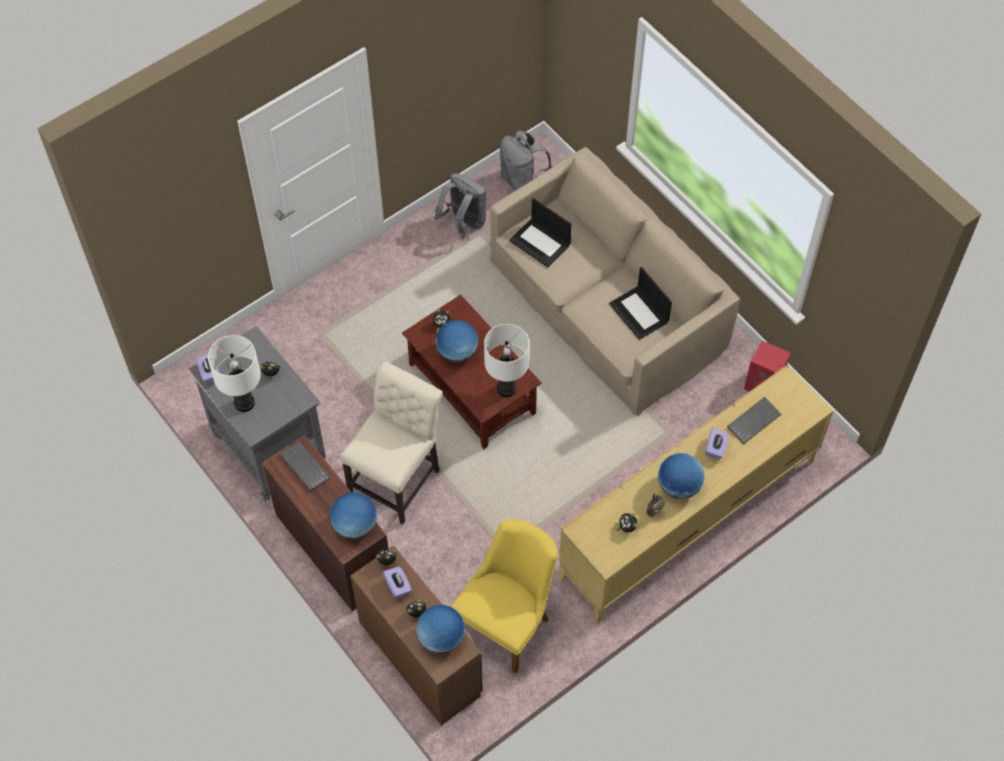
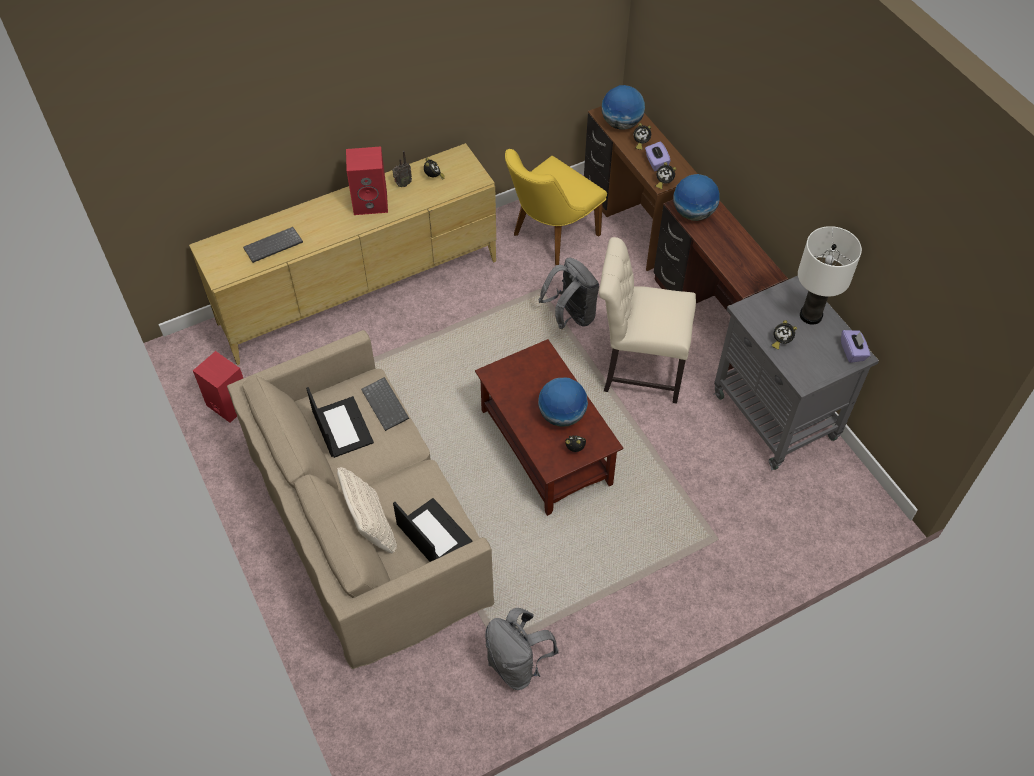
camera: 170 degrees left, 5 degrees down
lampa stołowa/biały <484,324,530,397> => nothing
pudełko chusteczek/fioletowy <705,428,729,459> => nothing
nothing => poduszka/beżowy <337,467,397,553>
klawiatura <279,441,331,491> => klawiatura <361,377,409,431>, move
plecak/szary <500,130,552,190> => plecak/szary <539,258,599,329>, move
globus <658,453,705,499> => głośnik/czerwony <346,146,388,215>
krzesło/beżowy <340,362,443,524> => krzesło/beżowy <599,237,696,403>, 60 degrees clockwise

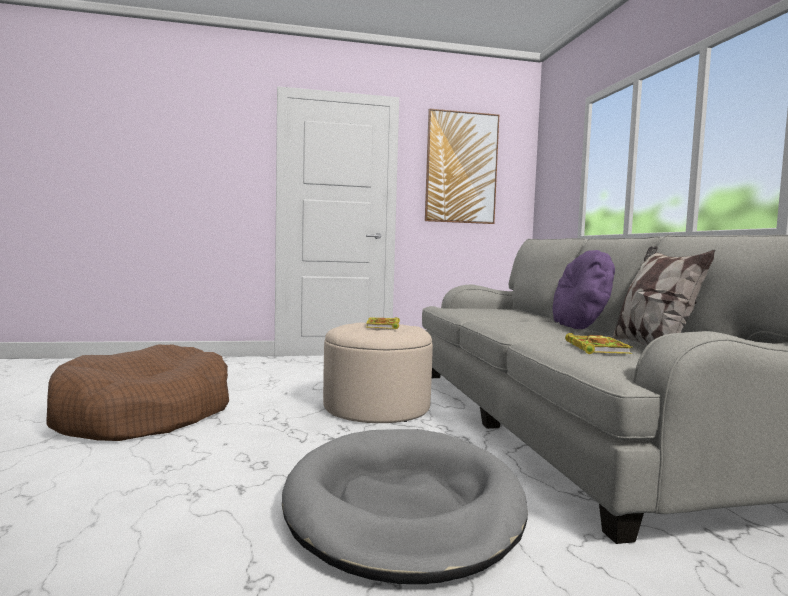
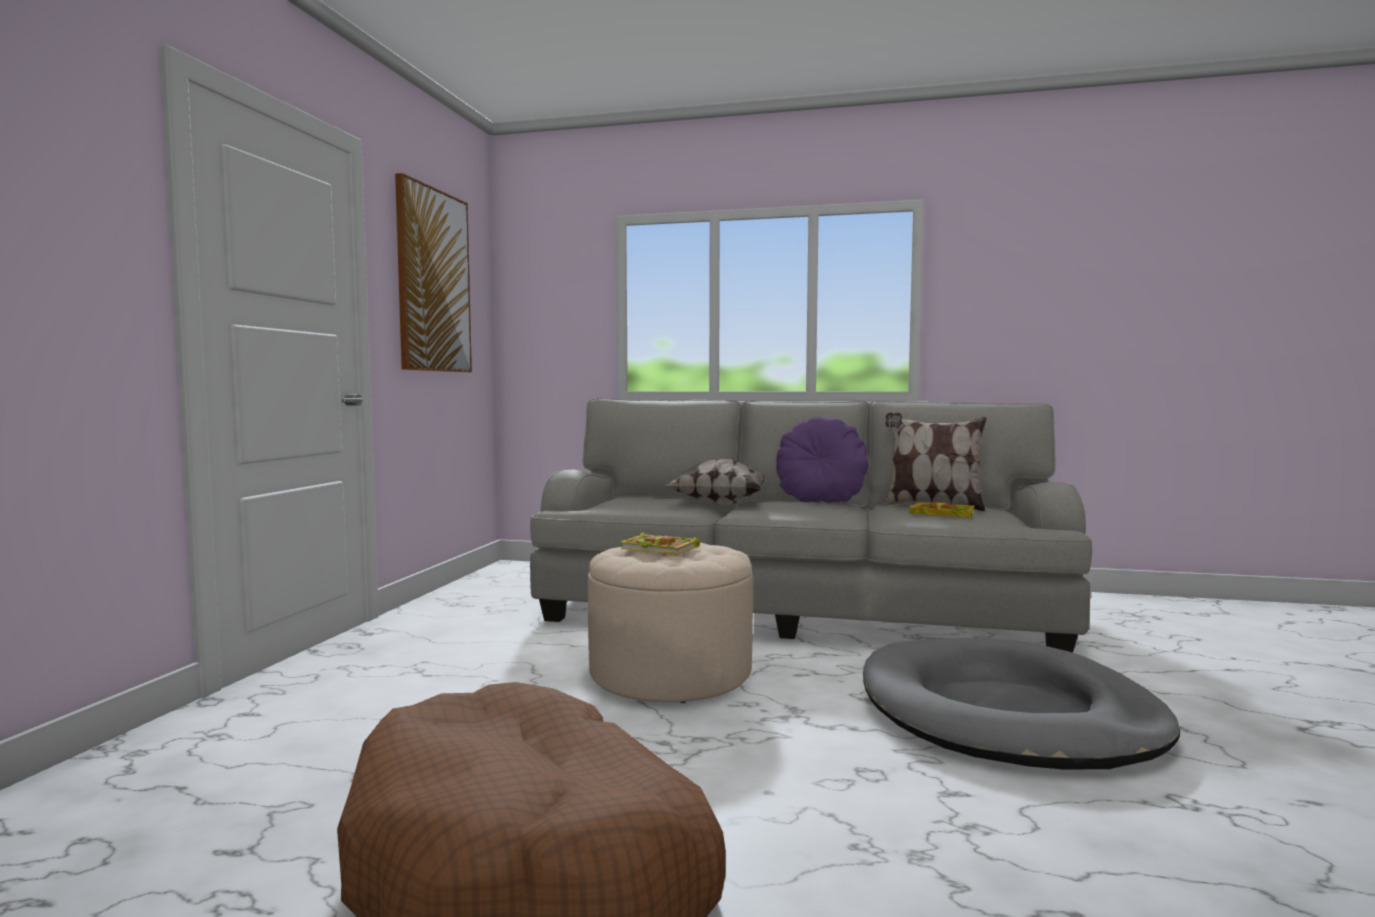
camera: 65 degrees left, 0 degrees up
nothing => poduszka <666,458,765,505>

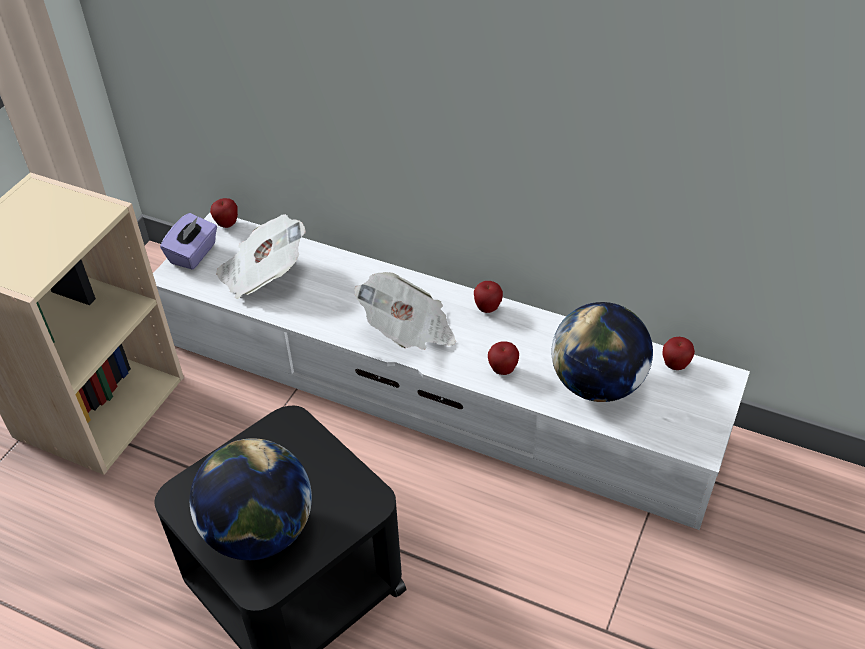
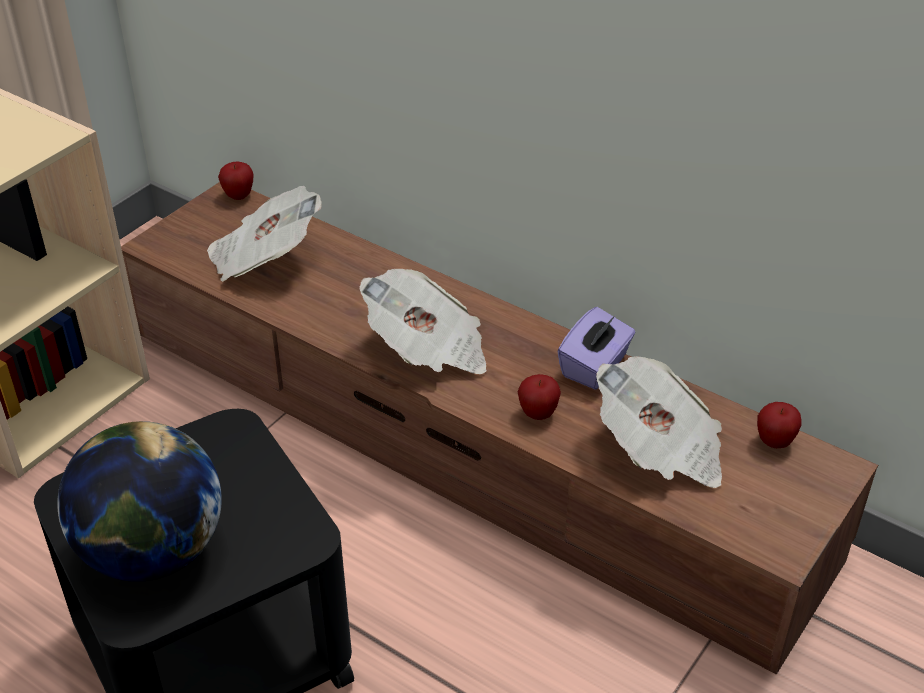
camera: 10 degrees right, 5 degrees down
jabłko <474,281,503,313> => nothing
pudełko chusteczek/fioletowy <160,213,217,270> => pudełko chusteczek/fioletowy <557,307,636,389>, move
globus <552,302,653,402> => gazeta <596,356,722,488>
szafka pod telewizor/biały <153,213,750,530> => szafka pod telewizor/brązowy <121,182,878,675>

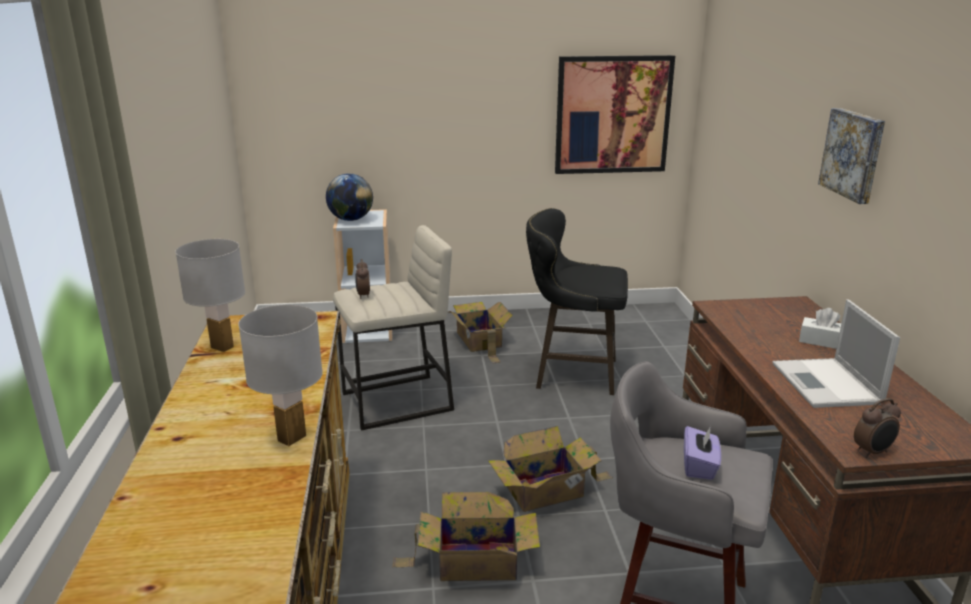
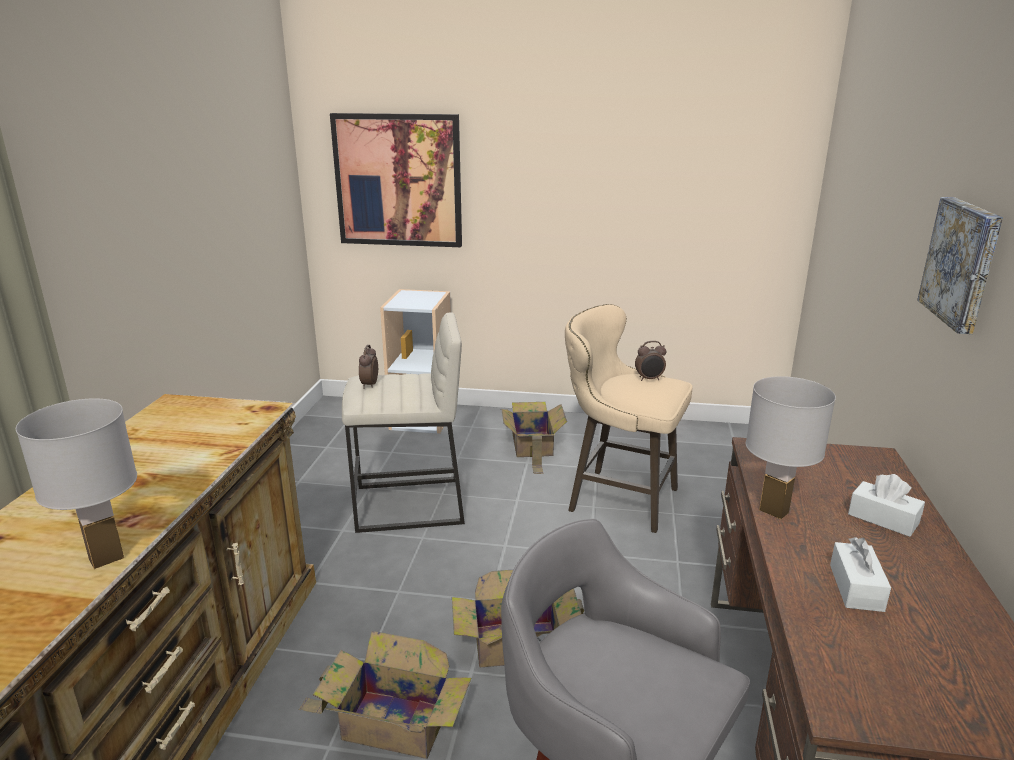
camera: 15 degrees right, 0 degrees up
globus <326,174,373,221> => nothing
pudełko chusteczek/fioletowy <684,426,721,480> => nothing
lampa stołowa/biały <175,239,245,352> => lampa stołowa/biały <746,376,836,519>, move
obraz <555,55,675,174> => obraz <330,113,462,247>, move
budzik <854,398,901,458> => budzik <635,341,667,381>, move
laptop <772,299,900,408> => pudełko chusteczek/biały <830,537,891,612>
stołek/czarny <526,208,628,395> => stołek/beżowy <565,304,693,533>

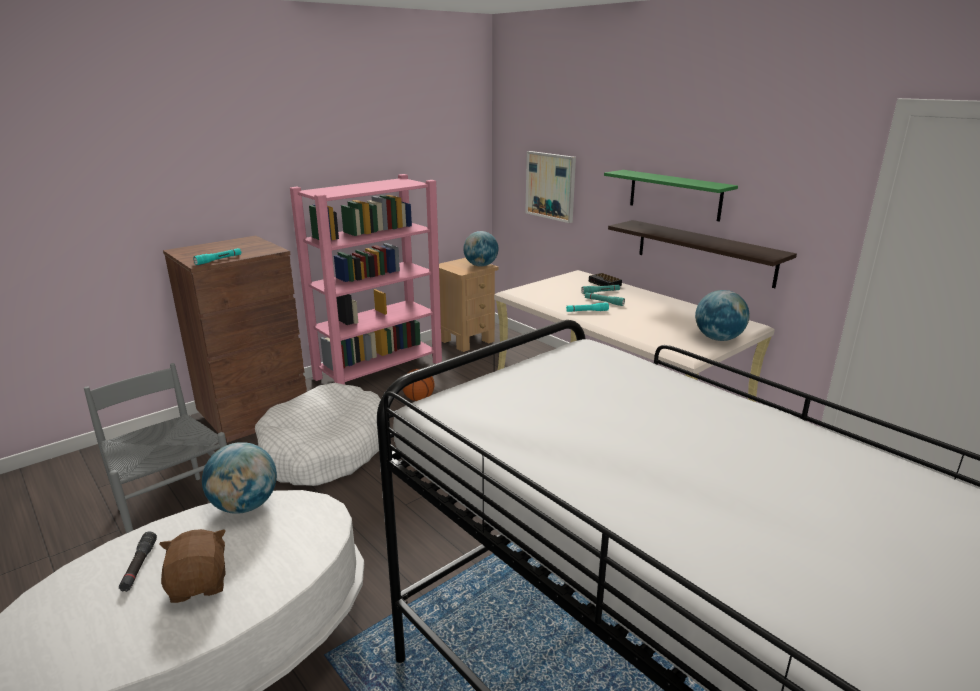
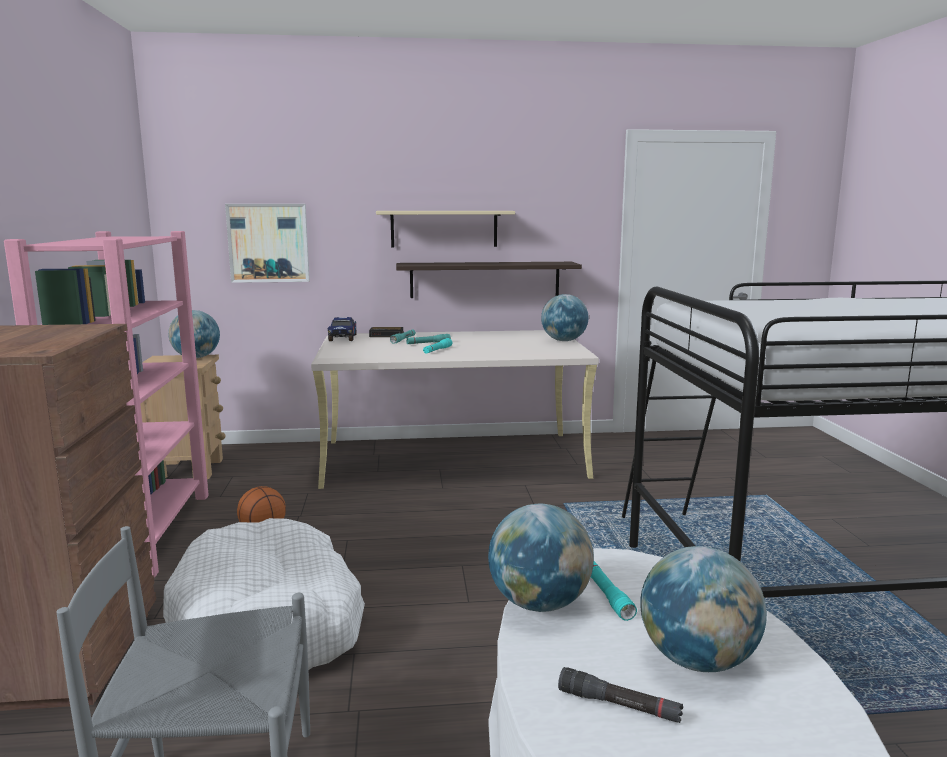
camera: 55 degrees left, 10 degrees down
nothing => ciężarówka zabawkowa <327,317,357,341>
latarka/turkusowy <193,248,241,265> => latarka/turkusowy <591,561,637,621>, move
pluszak/brązowy <159,529,225,603> => globus <640,546,767,672>
półka/zielony <604,170,738,222> => półka/beżowy <376,211,515,247>

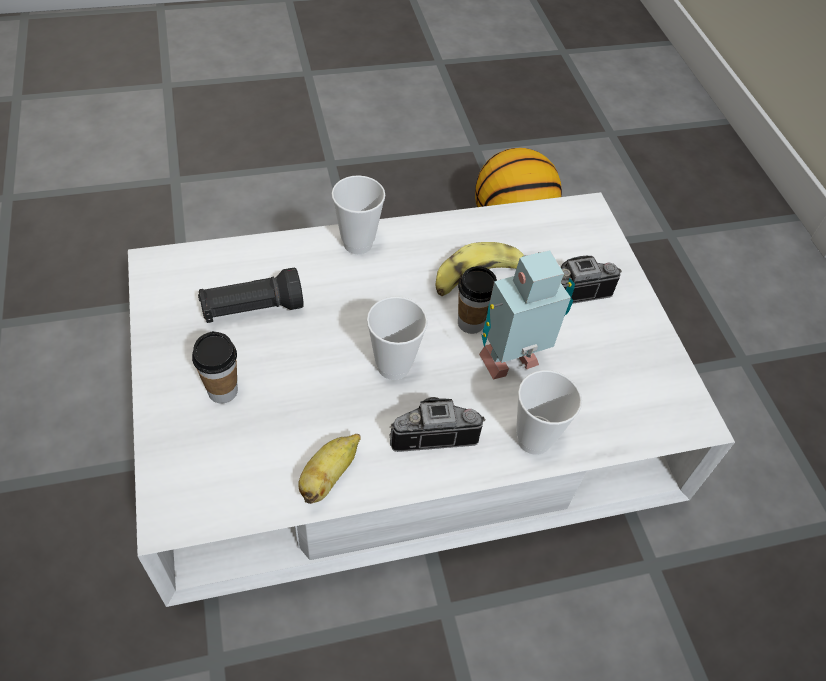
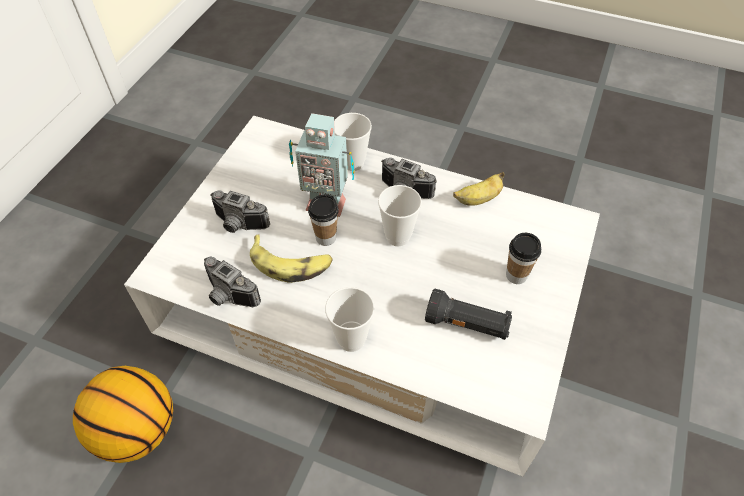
camera: 140 degrees left, 0 degrees up
nothing => aparat fotograficzny <204,256,261,307>

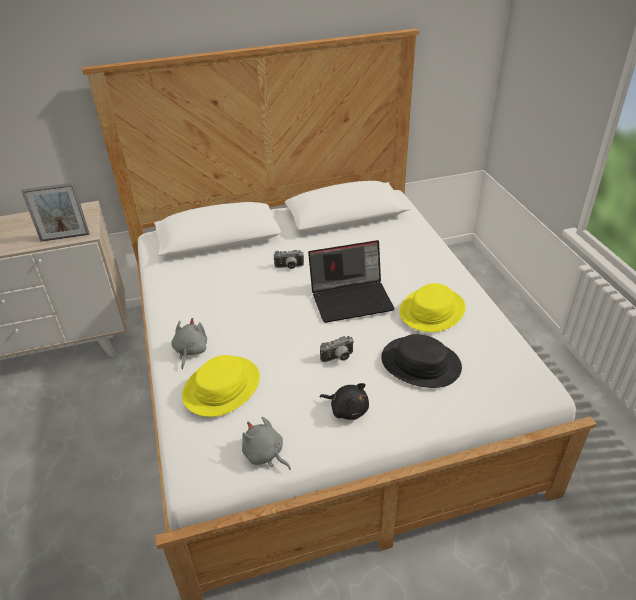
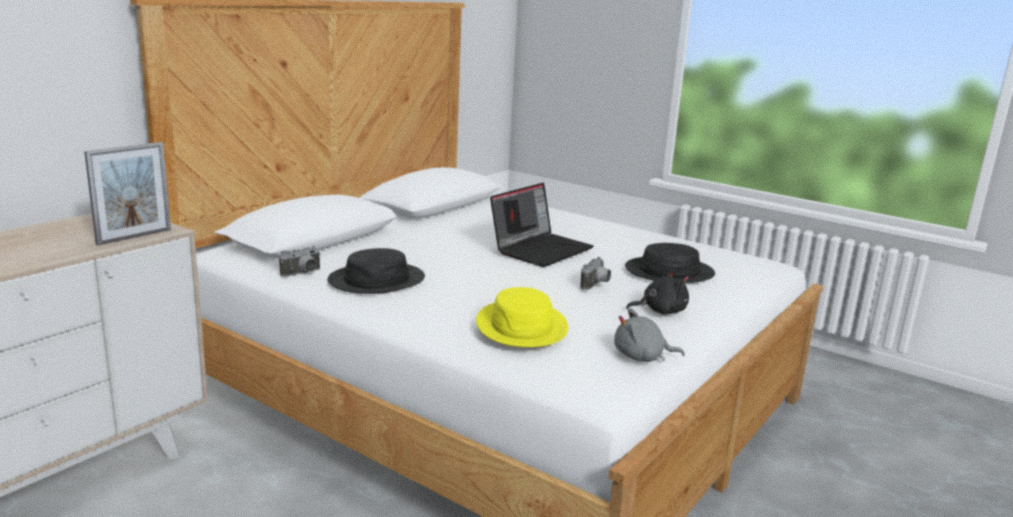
camera: 40 degrees left, 20 degrees down
pluszak/szary <171,318,207,369> => nothing
kapelusz/żółty <399,283,466,332> => nothing
nothing => kapelusz/czarny <328,248,425,294>
aparat fotograficzny <274,250,304,269> => aparat fotograficzny <279,246,321,277>, move

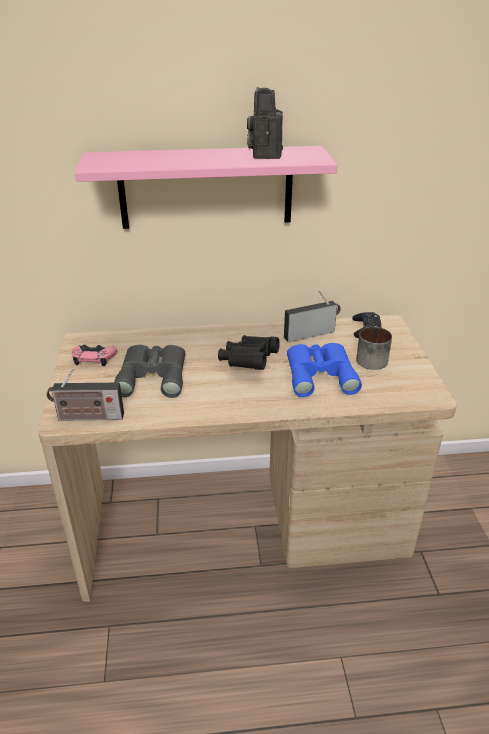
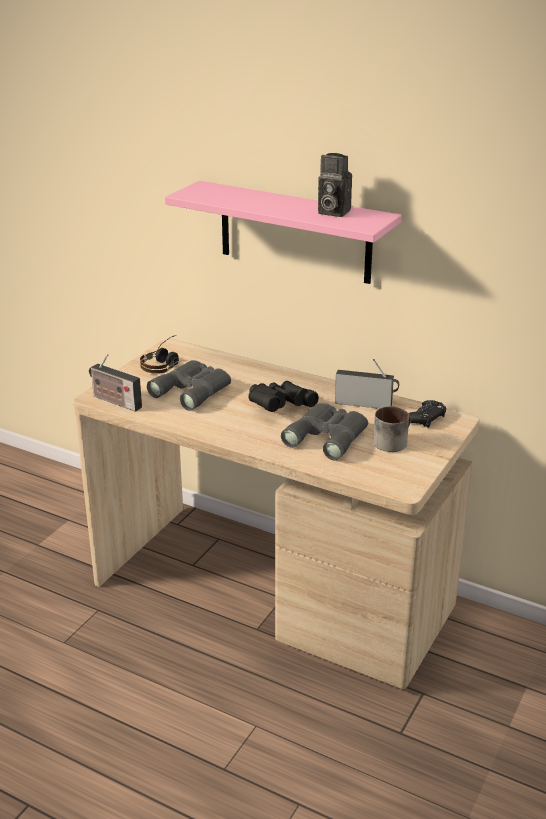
camera: 35 degrees right, 5 degrees down
pad do gier/różowy <72,345,117,366> => słuchawki <140,335,179,374>
lornetka/niebieski <287,343,362,397> => lornetka/szary <281,403,368,460>
aparat fotograficzny <247,87,283,159> => aparat fotograficzny <318,153,352,217>, 105 degrees counterclockwise

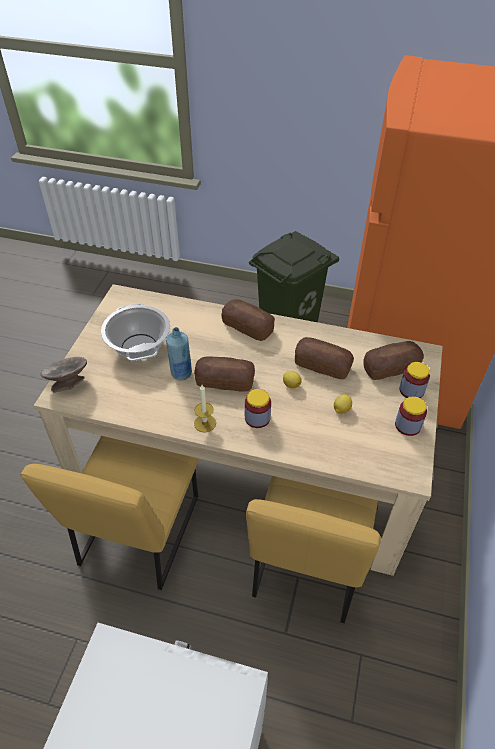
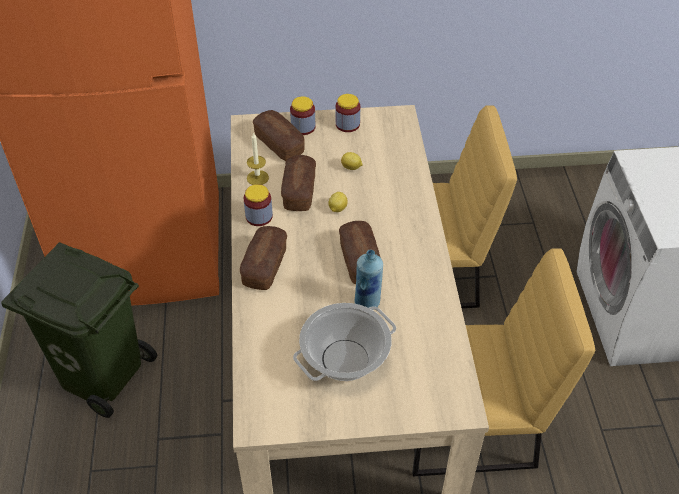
camera: 110 degrees left, 0 degrees up
miska/szary <40,357,87,393> => nothing
świeca <194,385,216,432> => świeca <247,132,269,185>, move
słoik <245,389,271,428> => słoik <243,184,273,226>, move

